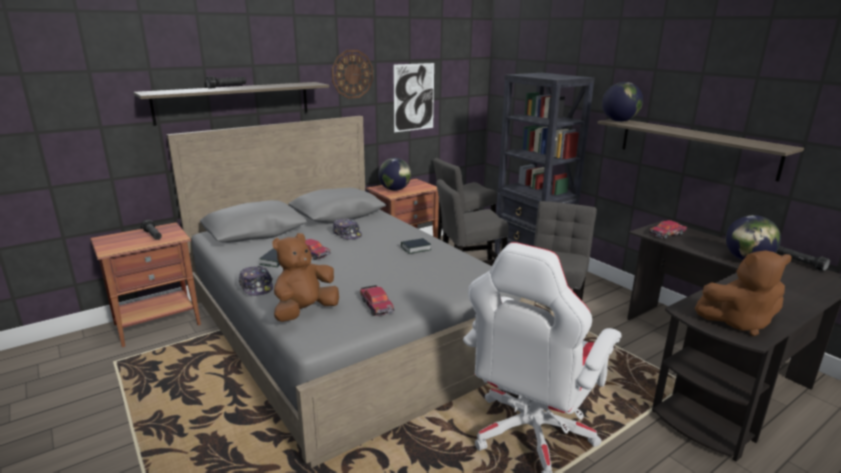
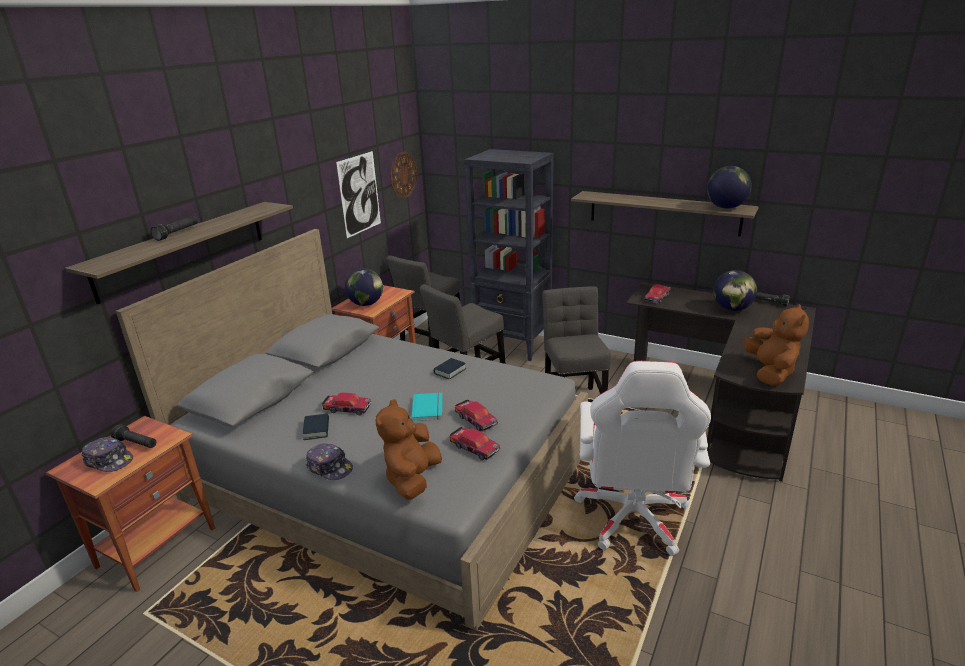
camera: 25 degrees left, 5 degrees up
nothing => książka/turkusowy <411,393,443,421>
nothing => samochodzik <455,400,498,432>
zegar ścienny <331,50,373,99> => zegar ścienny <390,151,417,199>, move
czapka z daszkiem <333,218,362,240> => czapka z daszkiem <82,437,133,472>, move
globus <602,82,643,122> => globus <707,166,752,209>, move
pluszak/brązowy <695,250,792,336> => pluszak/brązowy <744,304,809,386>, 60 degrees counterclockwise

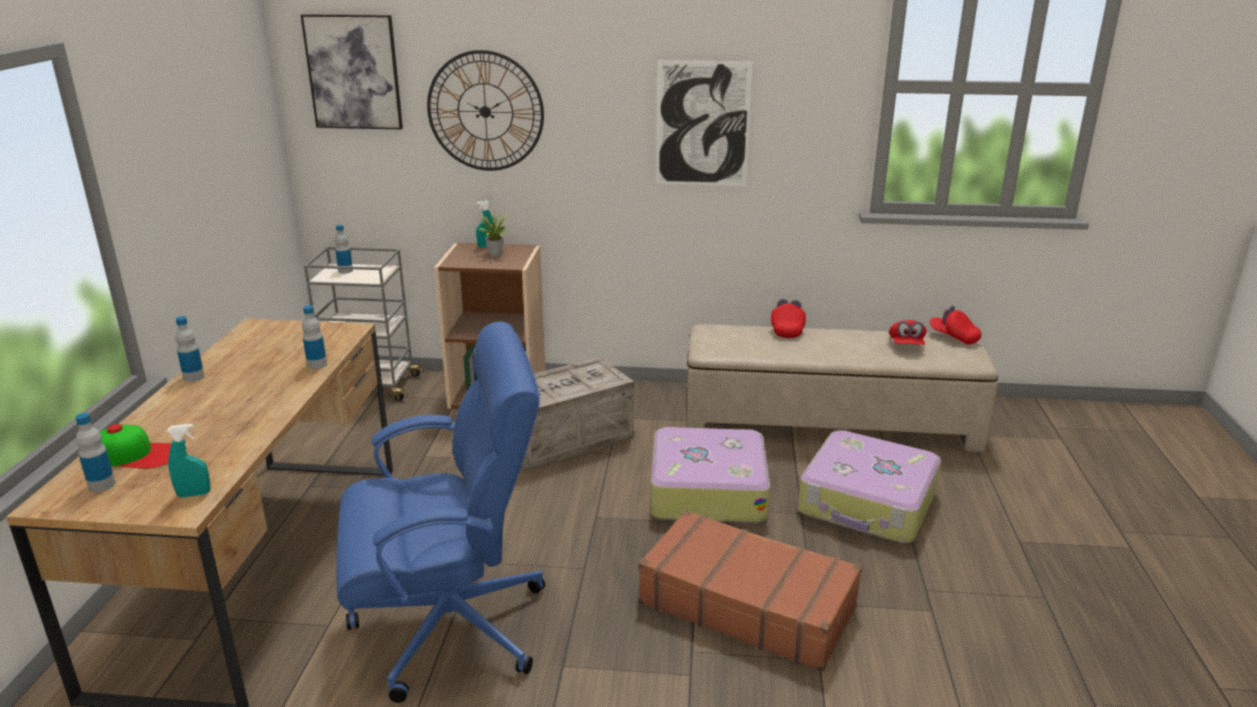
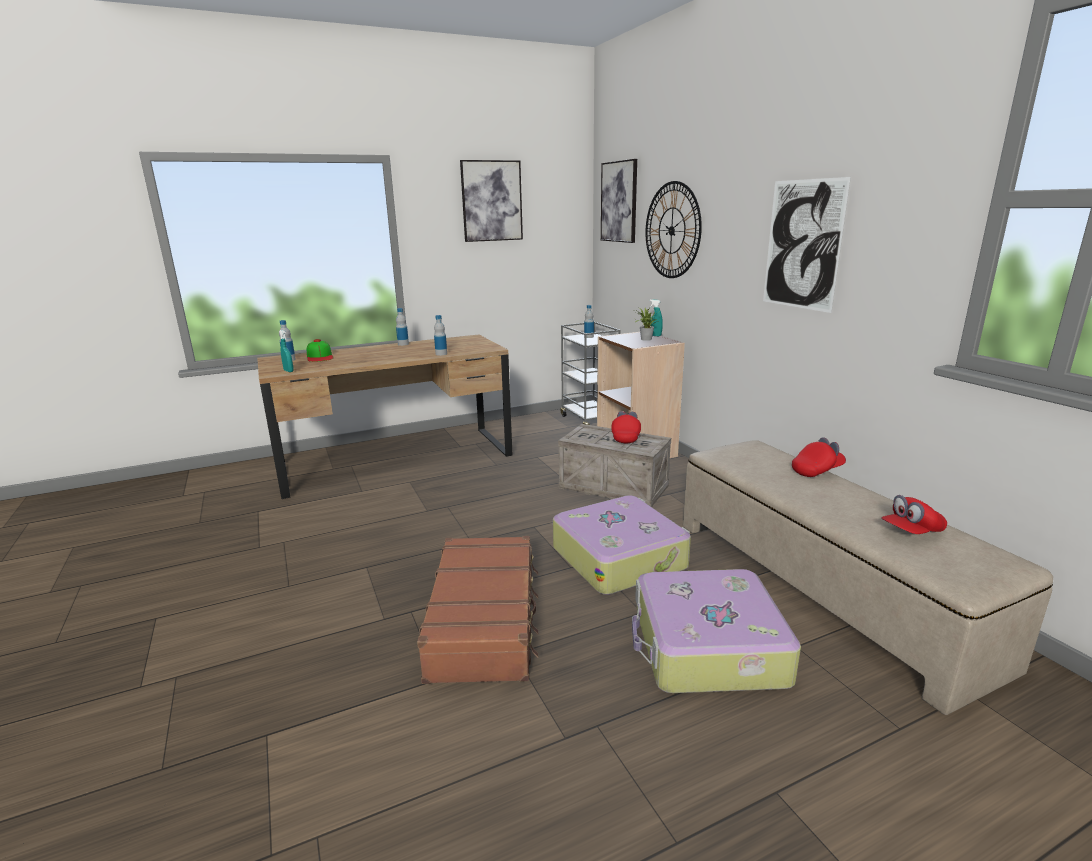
camera: 60 degrees right, 5 degrees down
krzesło biurowe/niebieski <336,322,545,703> => nothing
nothing => obraz <460,160,523,242>
czapka z daszkiem/czerwony <930,306,981,344> => czapka z daszkiem/czerwony <611,411,641,444>, move

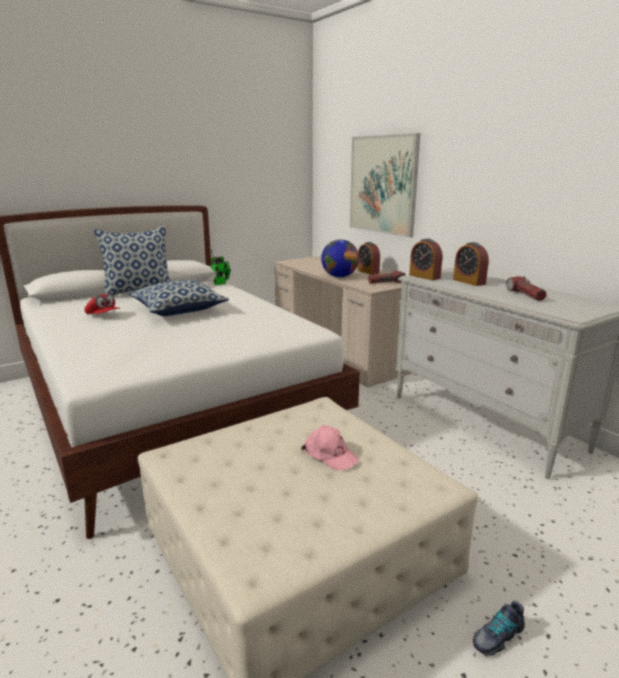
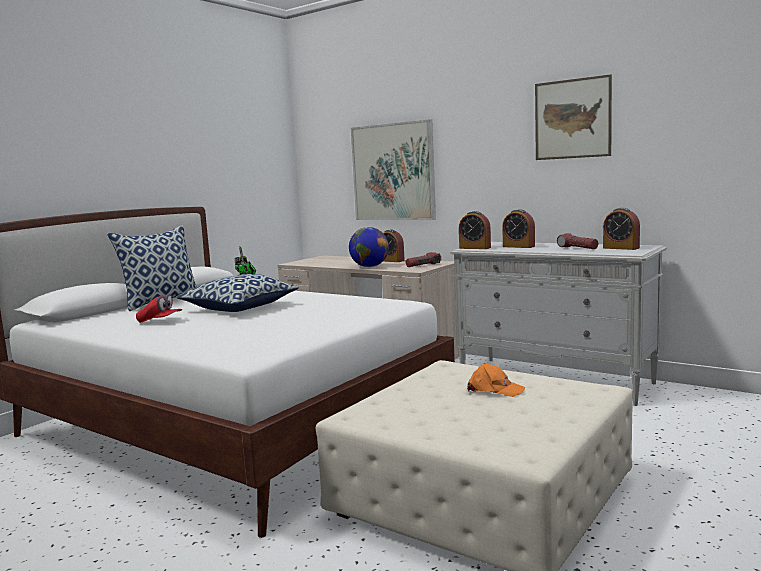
camera: 20 degrees left, 10 degrees down
but <473,601,525,656> => nothing
nothing => obraz <535,74,612,160>
nothing => budzik <603,208,640,250>
czapka z daszkiem/różowy <301,425,359,471> => czapka z daszkiem/pomarańczowy <467,364,525,397>

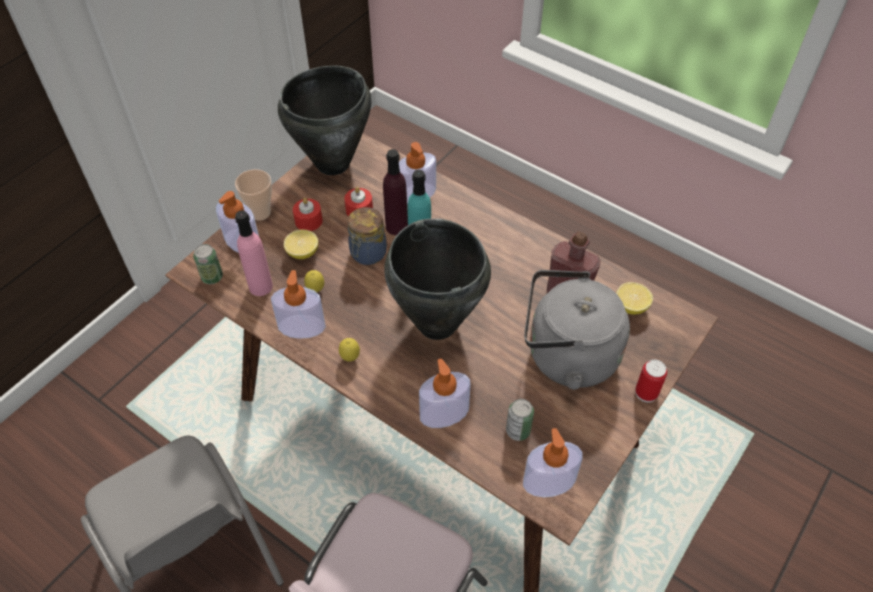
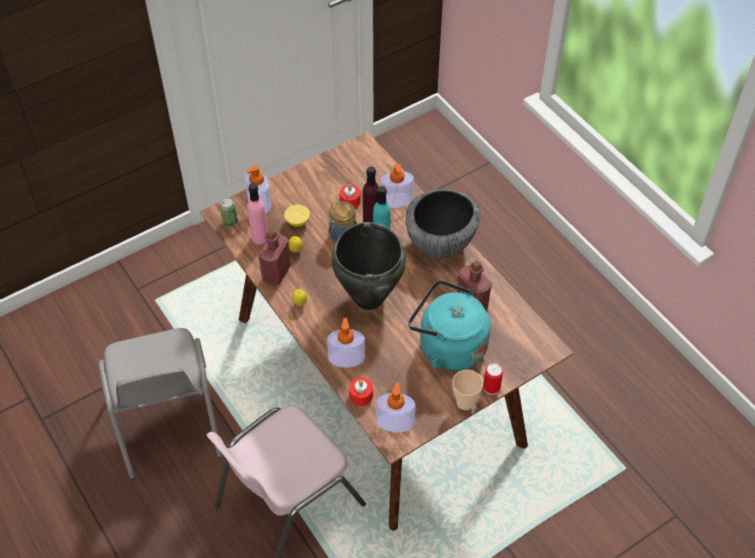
camera: 20 degrees right, 0 degrees up
garnek/czarny <278,66,371,175> => nothing
puszka <506,399,534,441> => nothing
cytryna <616,282,653,315> => nothing
nothing => miska <406,189,481,259>
filiżanka <235,169,272,221> => filiżanka <452,370,483,410>, move
świeca/czerwony <293,198,323,231> => świeca/czerwony <349,377,373,406>, move
dozownik mydła <271,270,326,339> => butelka/czerwony <258,229,291,285>
czajnik/szary <524,270,630,390> => czajnik/turkusowy <408,280,491,371>

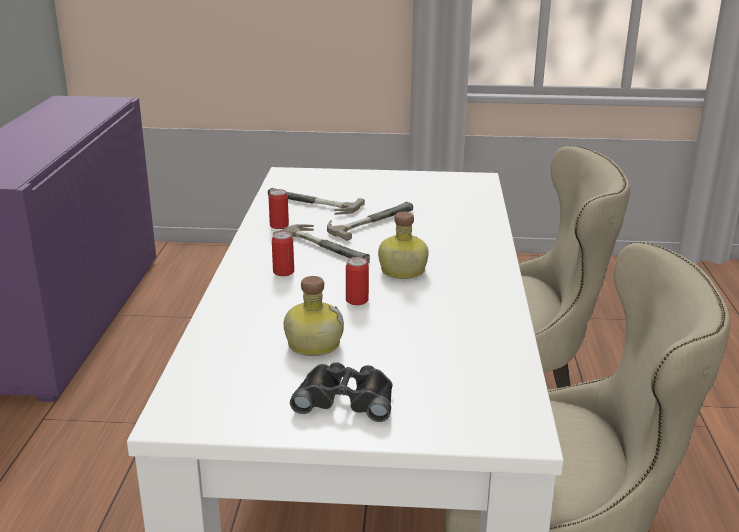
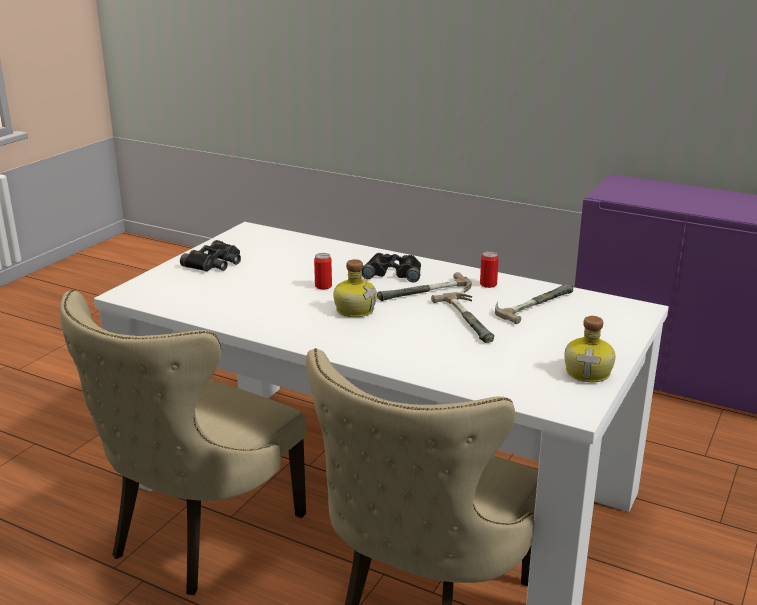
camera: 115 degrees right, 0 degrees up
butelka <284,276,344,356> => butelka <564,316,616,382>, move
puszka <272,231,294,276> => lornetka/czarny <362,253,421,282>

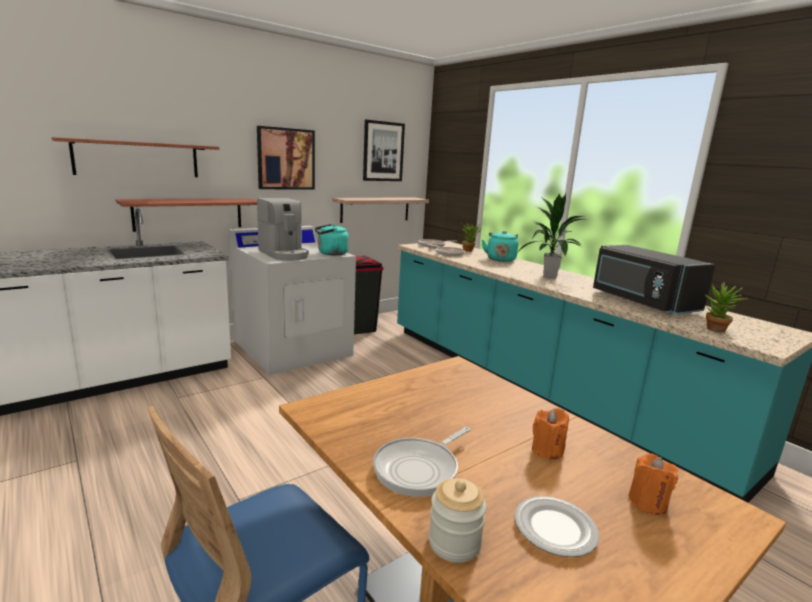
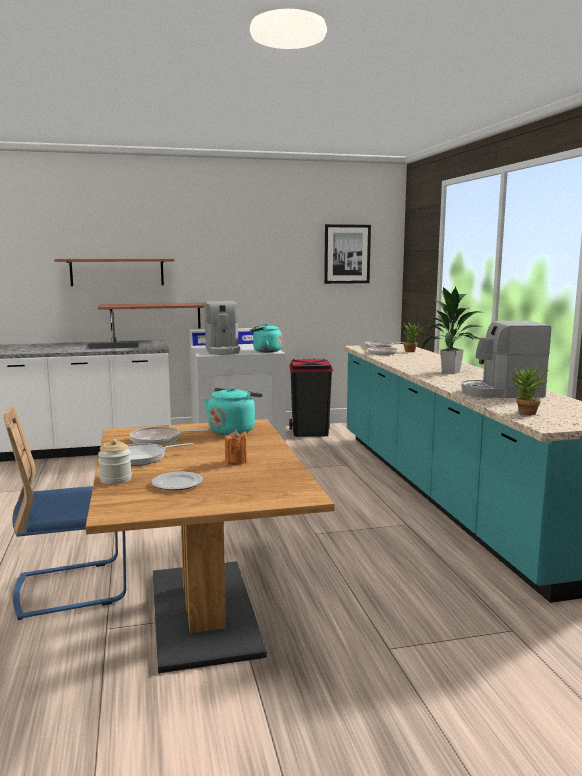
camera: 25 degrees right, 5 degrees down
obraz <257,126,315,190> => nothing
półka <332,197,429,223> => nothing
świeca/pomarańczowy <629,453,678,515> => nothing
nothing => patelnia <130,426,208,445>
czajnik/turkusowy <482,231,518,262> => czajnik/turkusowy <204,387,263,435>, move
mikrofalówka/czarny <593,245,715,315> => ekspres do kawy <461,321,551,398>

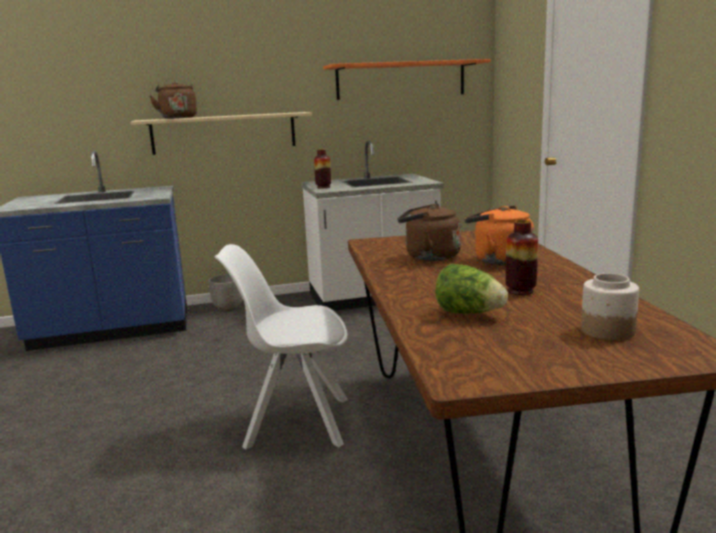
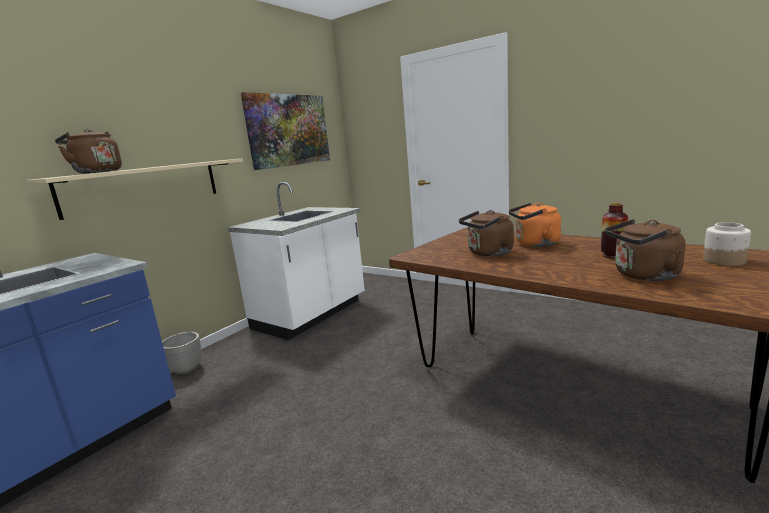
camera: 40 degrees left, 0 degrees up
krzesło/biały <215,244,348,450> => nothing
wazon <314,149,331,188> => nothing
półka/pomarańczowy <323,59,491,100> => obraz <241,92,330,170>
sałata <435,264,508,314> => czajnik/brązowy <605,219,686,281>

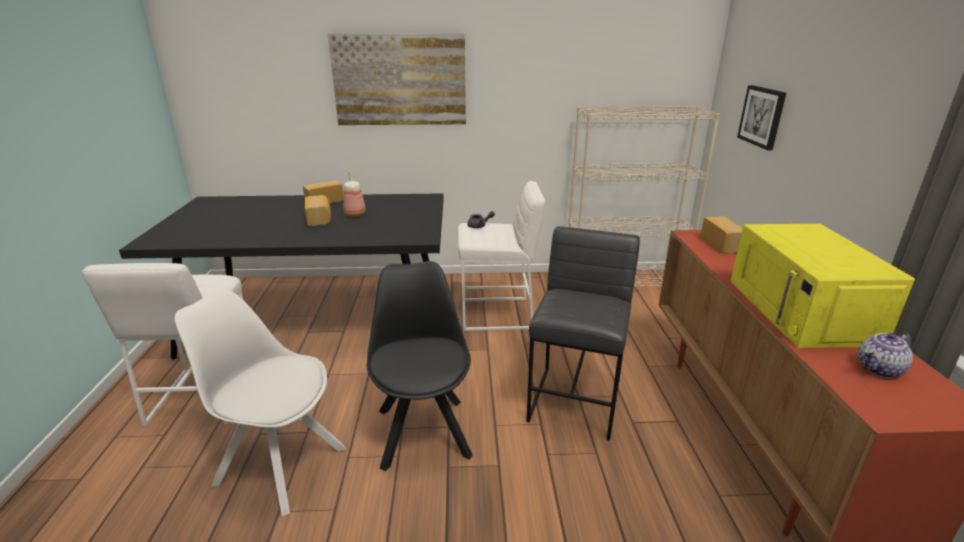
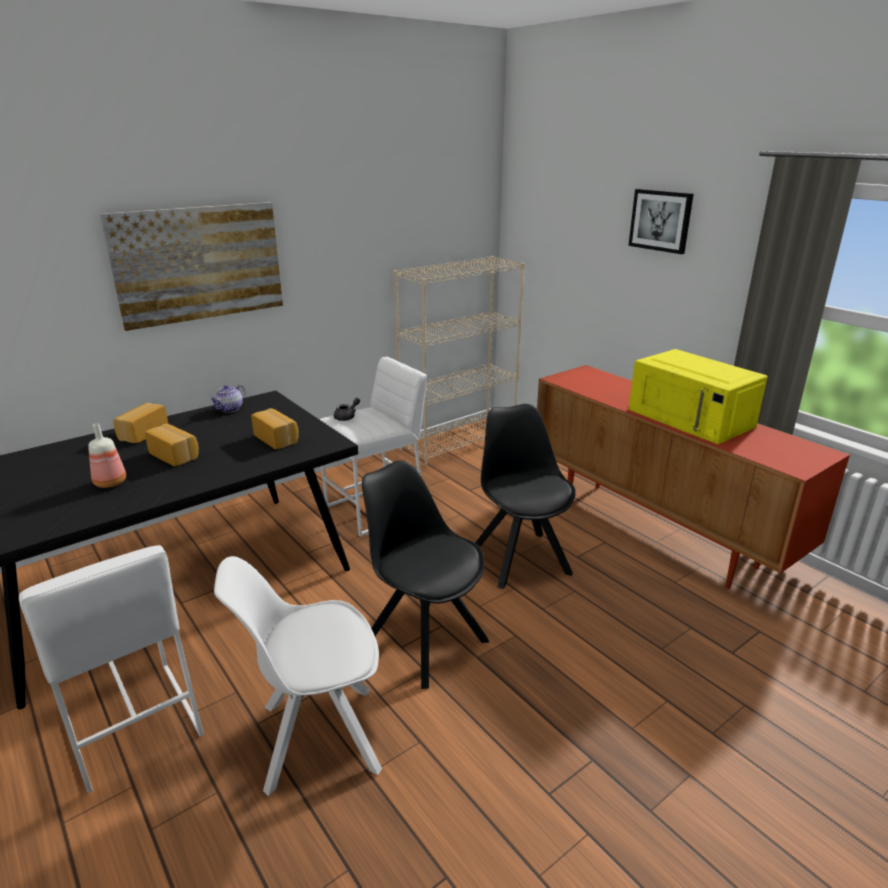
camera: 35 degrees left, 0 degrees up
butelka <343,170,366,217> => butelka <88,423,126,488>, move
chleb <700,216,743,254> => chleb <251,408,299,449>, move
obraz <737,85,786,150> => obraz <628,189,694,254>, move
imbryk <858,333,913,378> => imbryk <209,384,245,413>, move
stołek/szary <526,226,640,441> => krzesło/czarny <475,404,576,589>

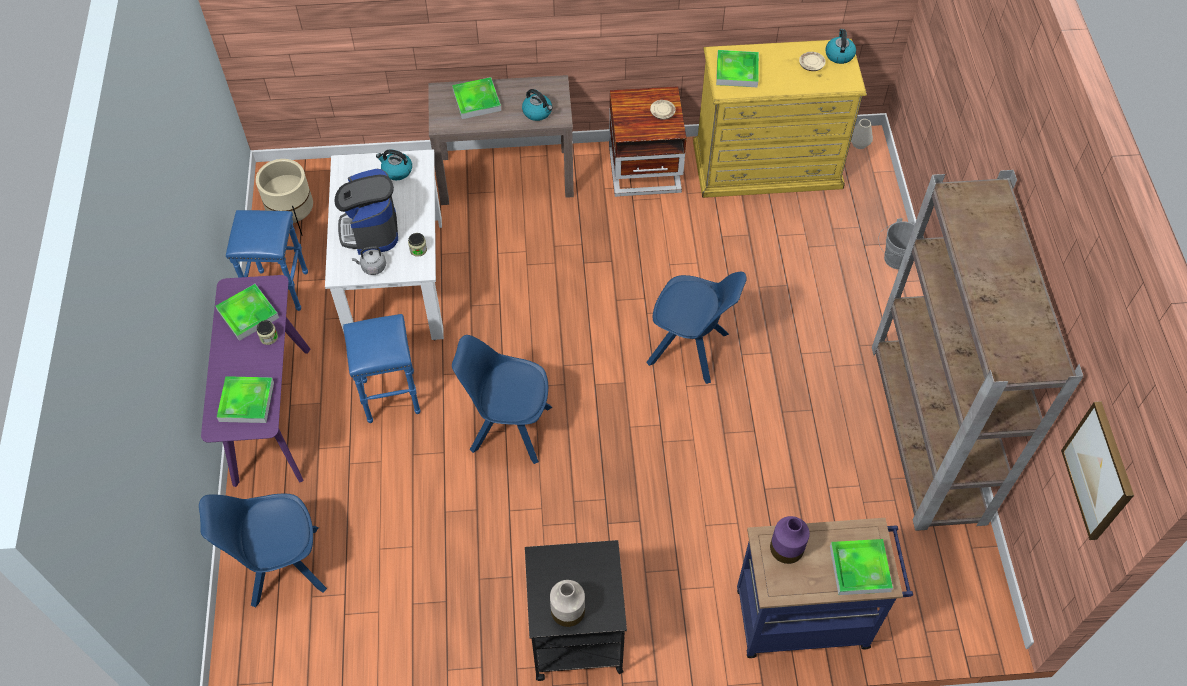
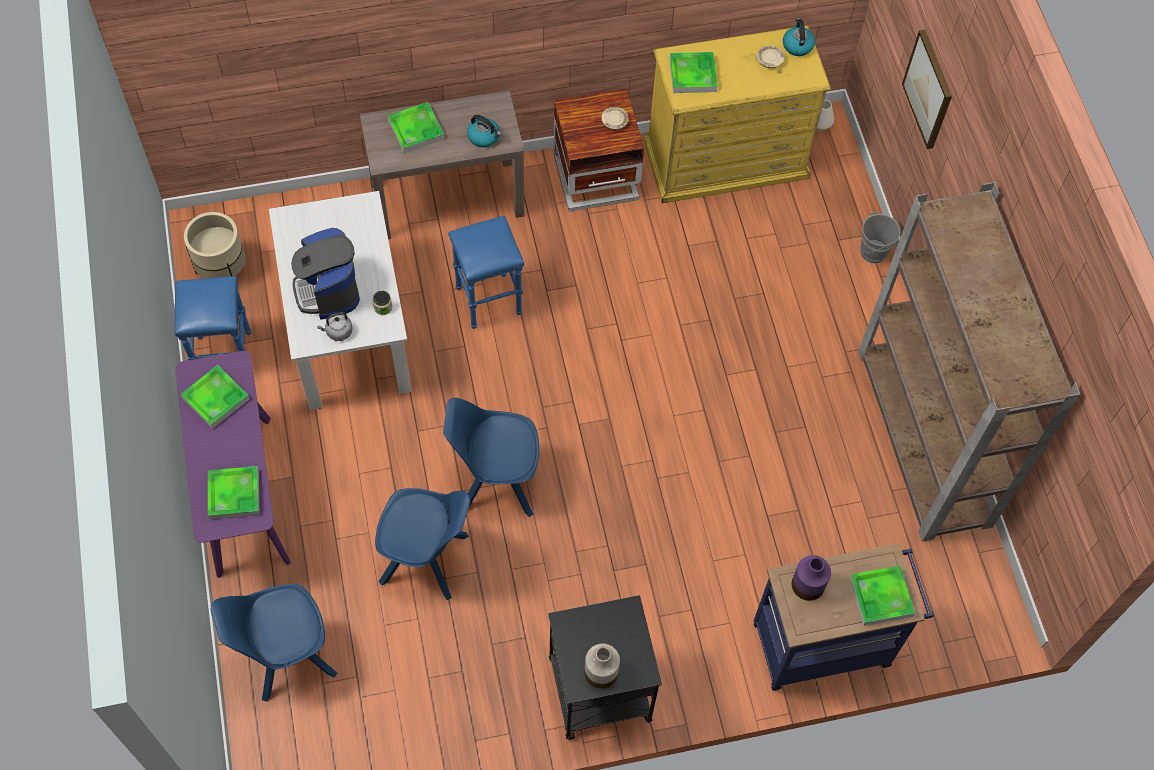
camera: 10 degrees left, 5 degrees up
słoik <257,320,278,345> => nothing
czajnik <376,149,412,180> => nothing
stołek/niebieski <343,314,421,423> => stołek/niebieski <448,216,524,329>, move
krzesło/niebieski <646,272,747,384> => krzesło/niebieski <375,488,470,600>, move
obraz <1061,401,1134,540> => obraz <902,30,952,149>, move

